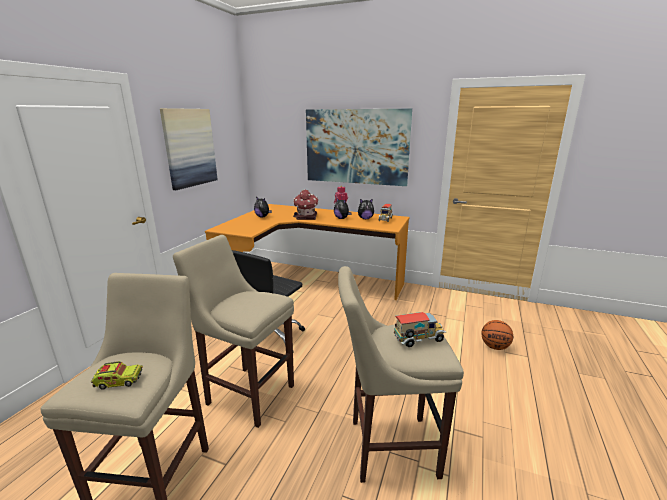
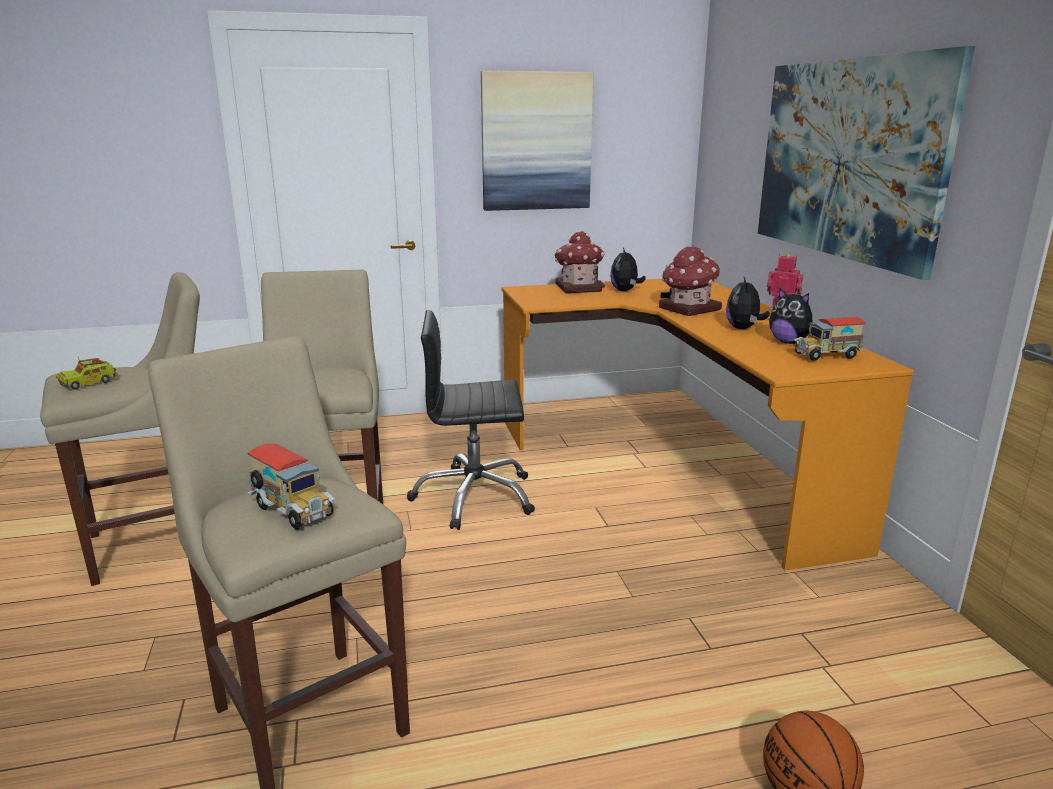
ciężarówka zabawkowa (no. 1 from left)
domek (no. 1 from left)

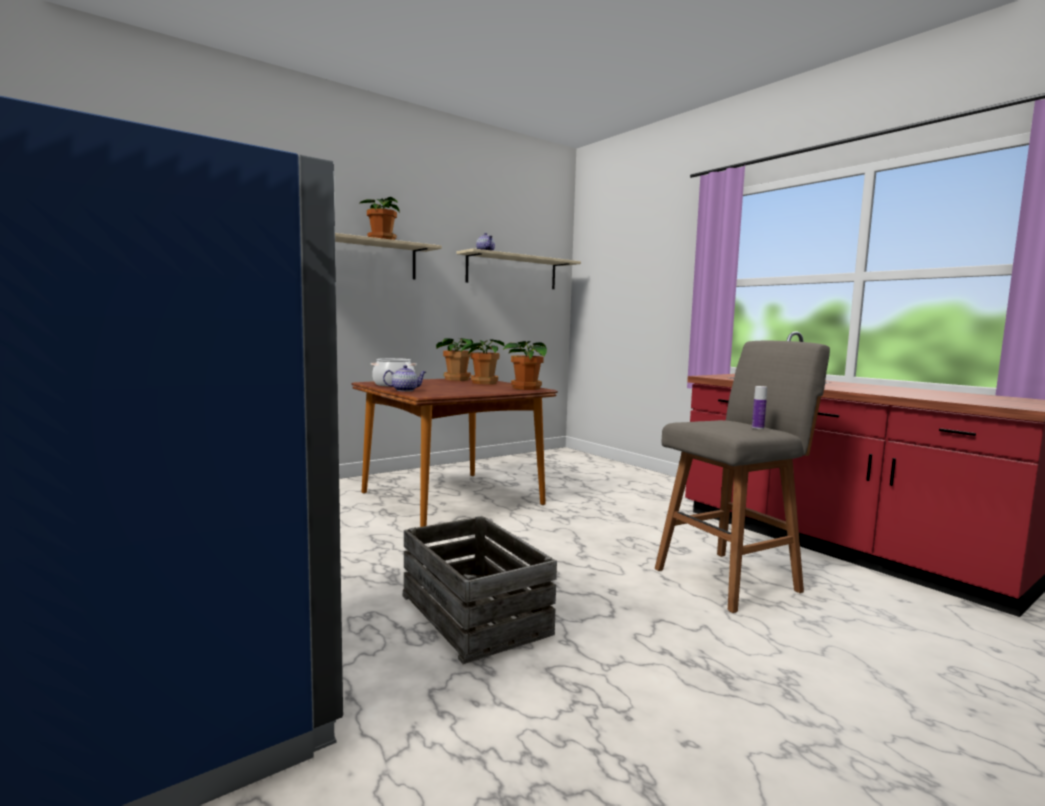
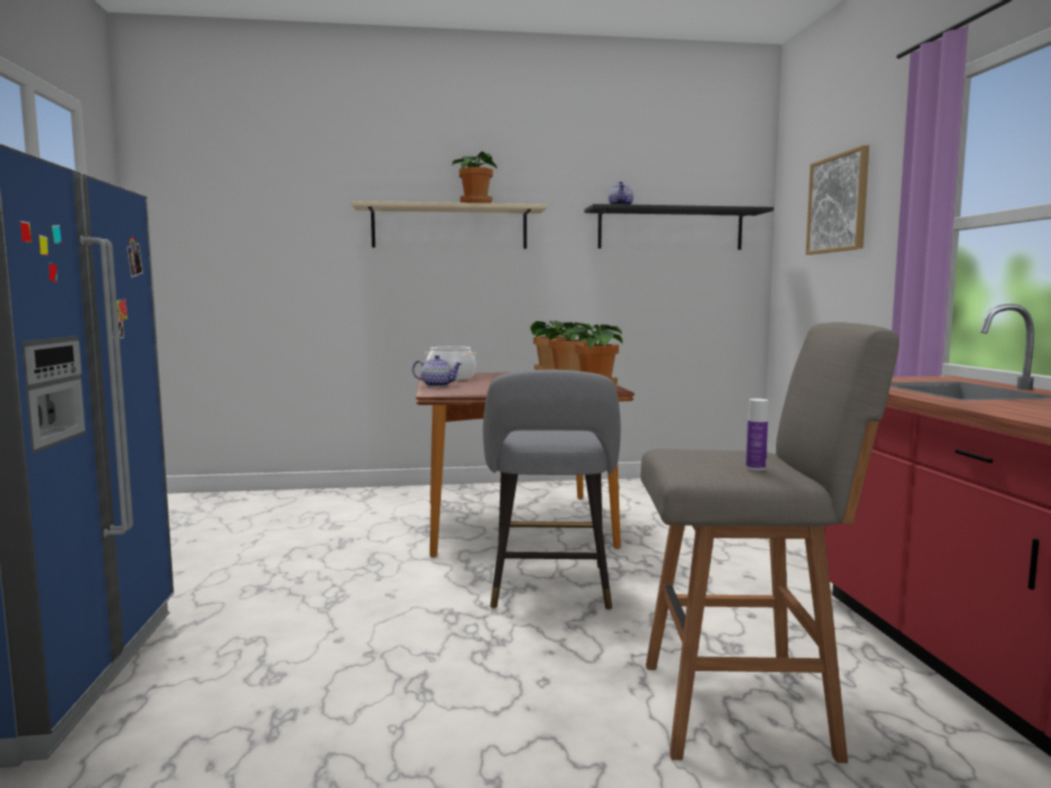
stołek (szary) (no. 1 from left)
półka (czarny)
obraz
skrzynka

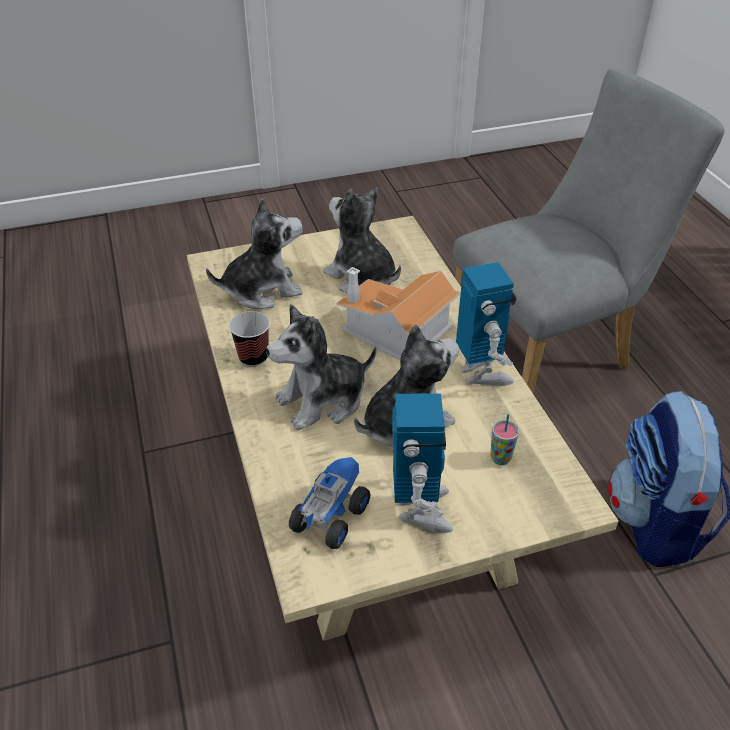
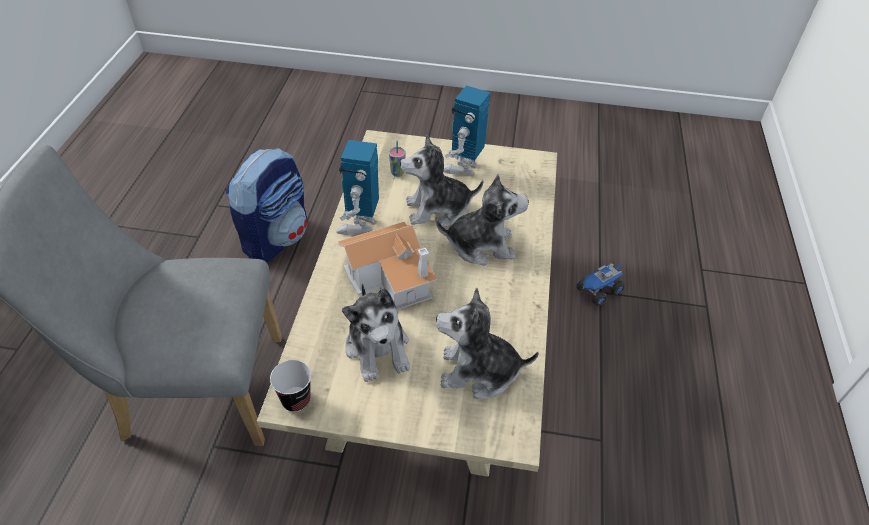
filiżanka (no. 1 from left)
ciężarówka zabawkowa

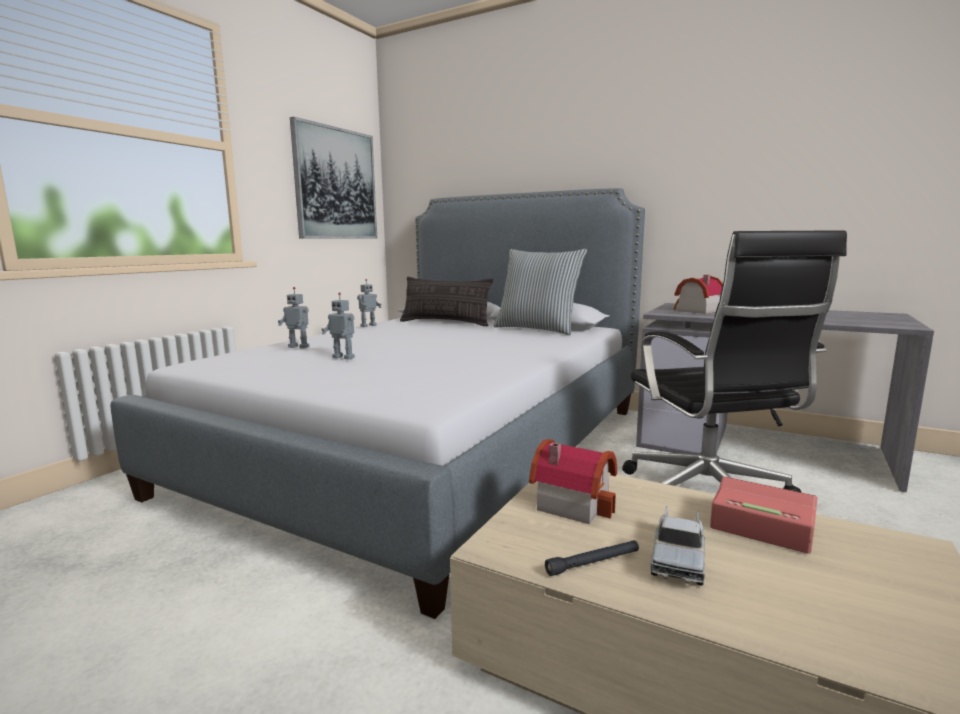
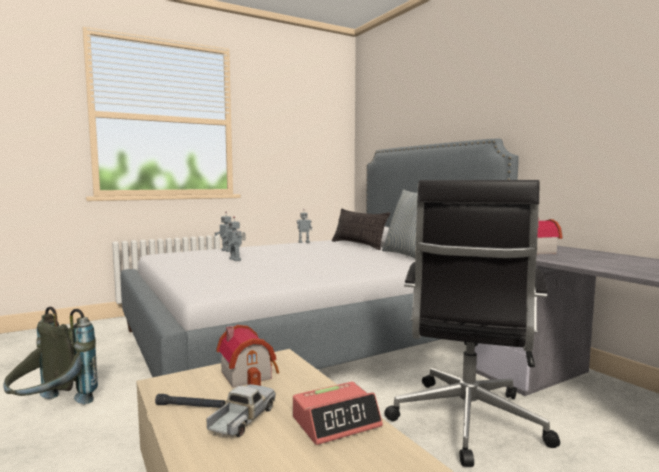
plecak (szary)
ciężarówka zabawkowa
budzik
obraz

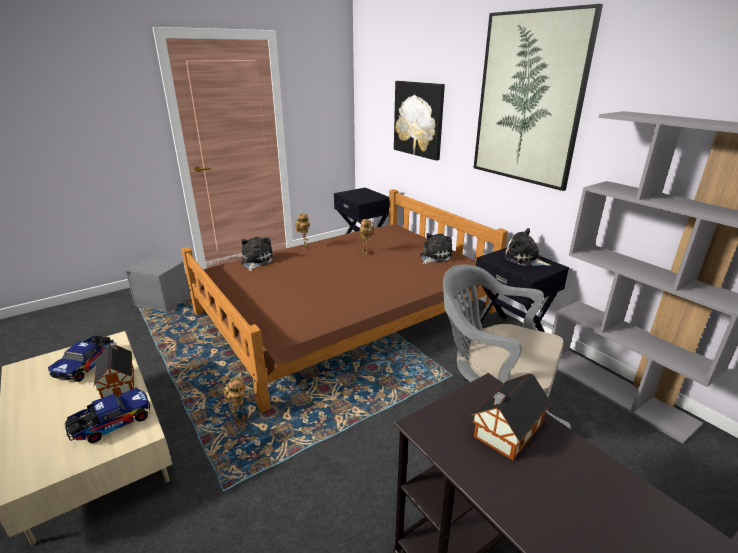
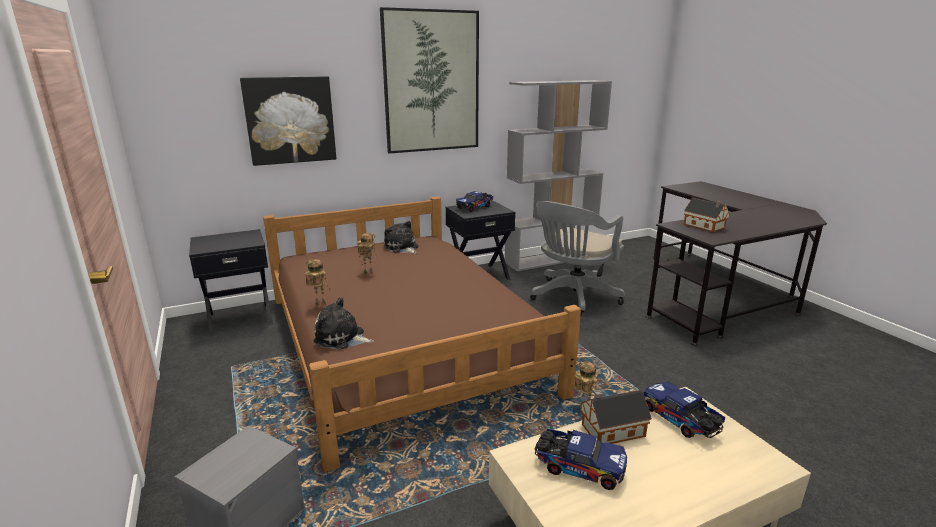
ciężarówka zabawkowa (no. 1 from left)

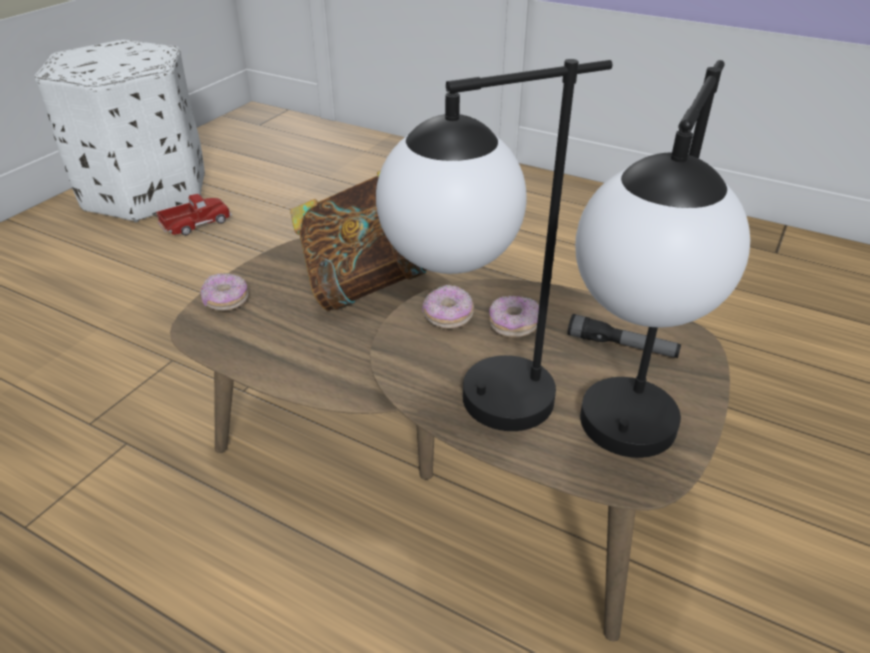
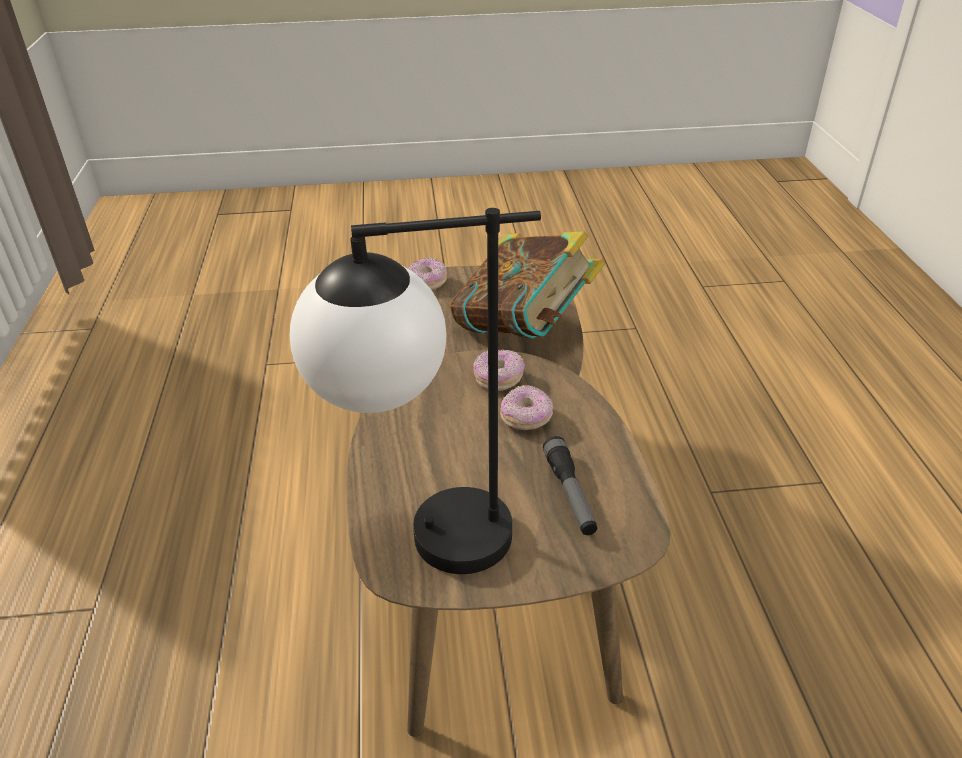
pufa (biały)
ciężarówka zabawkowa
lampa stołowa (no. 1 from left in the first image)

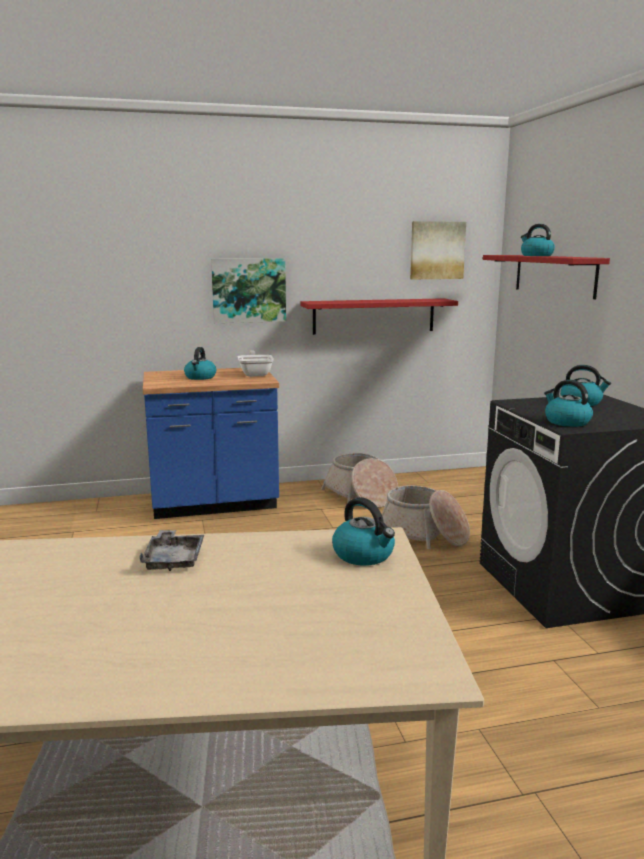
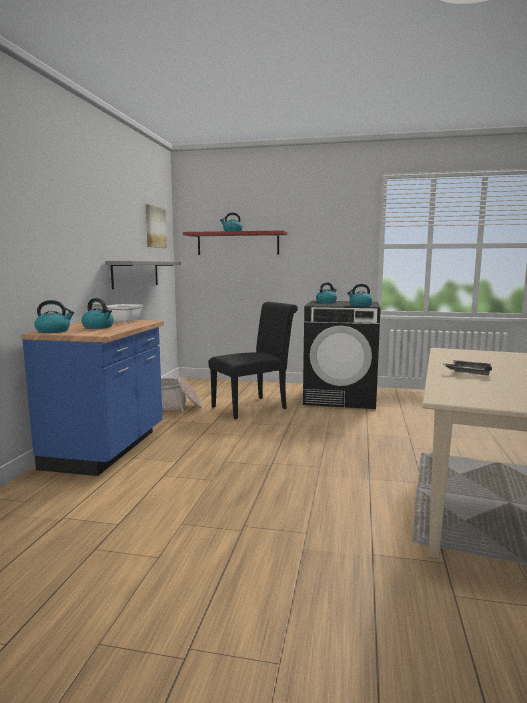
czajnik (no. 1 from left)
półka (szary)
krzesło (czarny)
obraz (no. 1 from left in the first image)

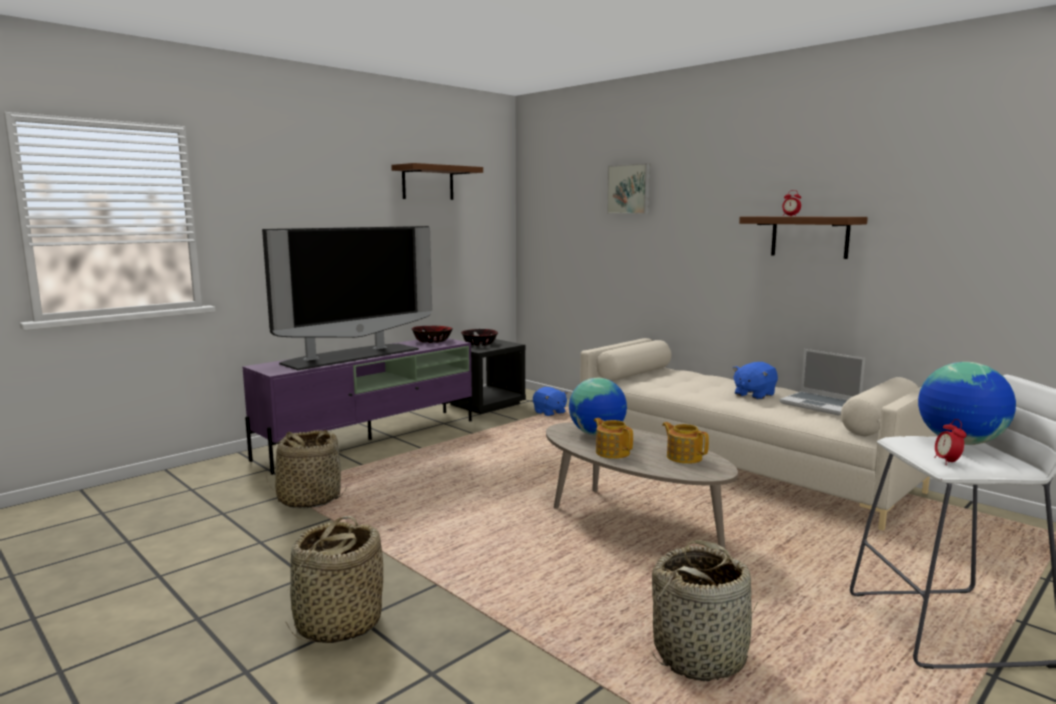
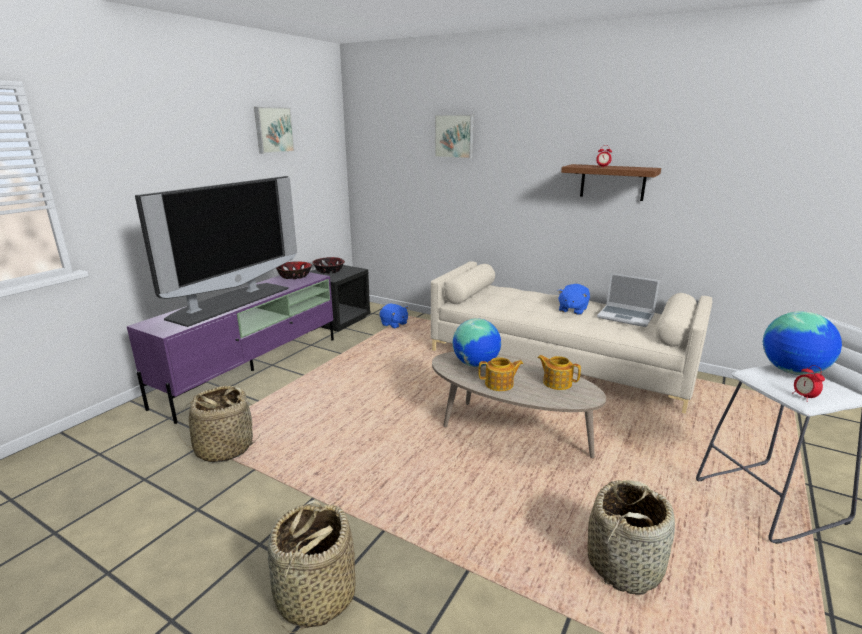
obraz (no. 1 from left)
imbryk (no. 1 from left)

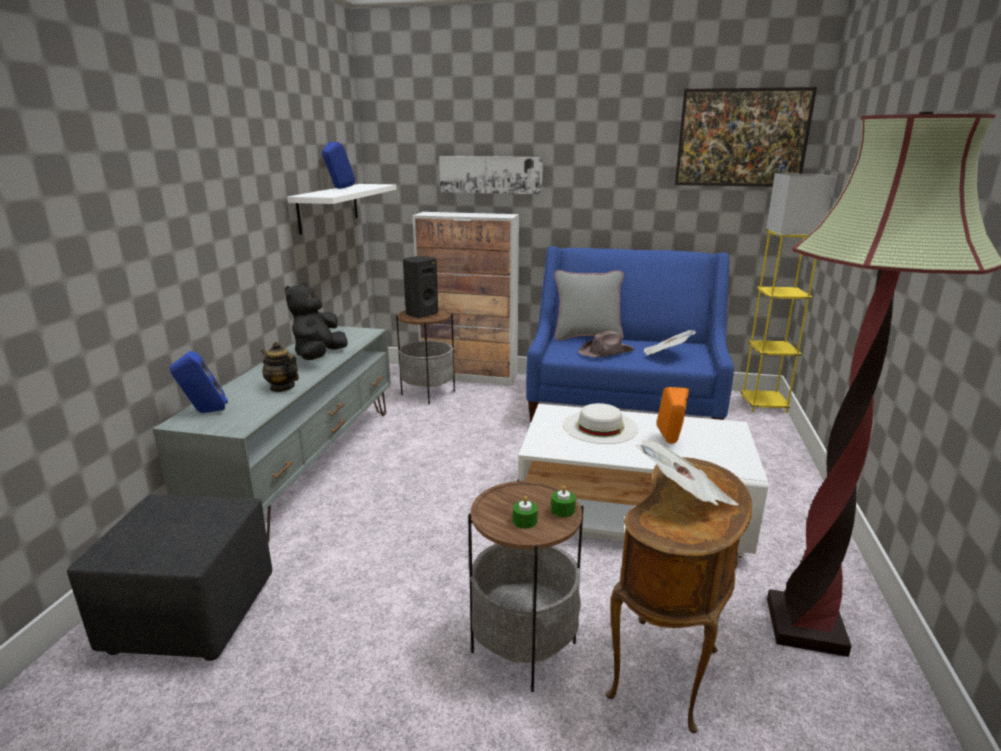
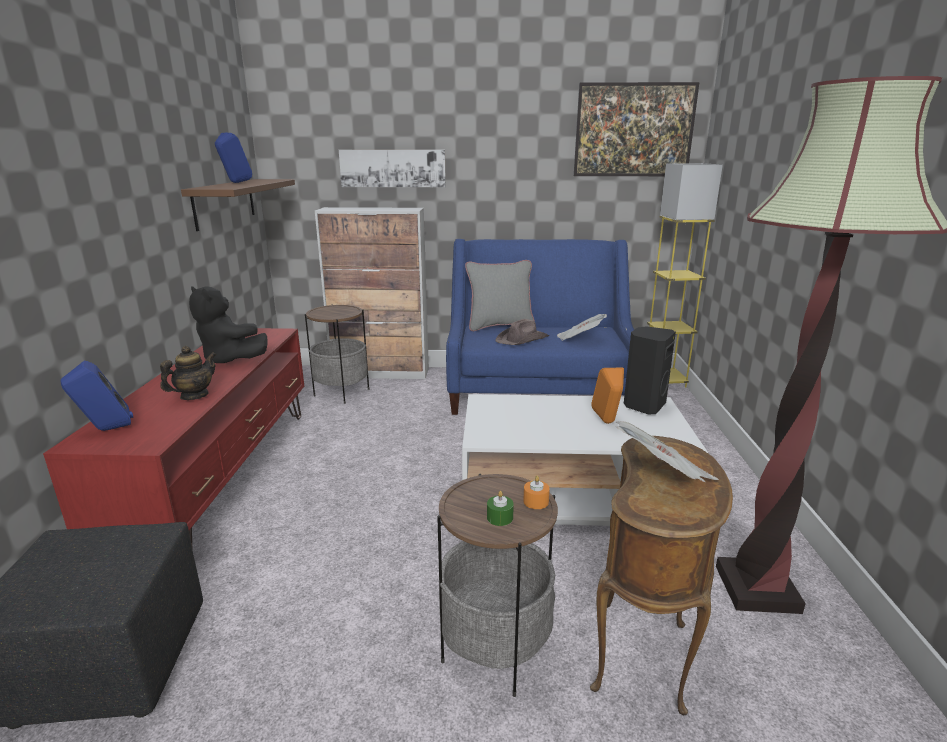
szafka pod telewizor (czerwony)
imbryk
półka (brązowy)
pluszak (czarny)
świeca (pomarańczowy)
głośnik (czarny)
kapelusz (biały)

